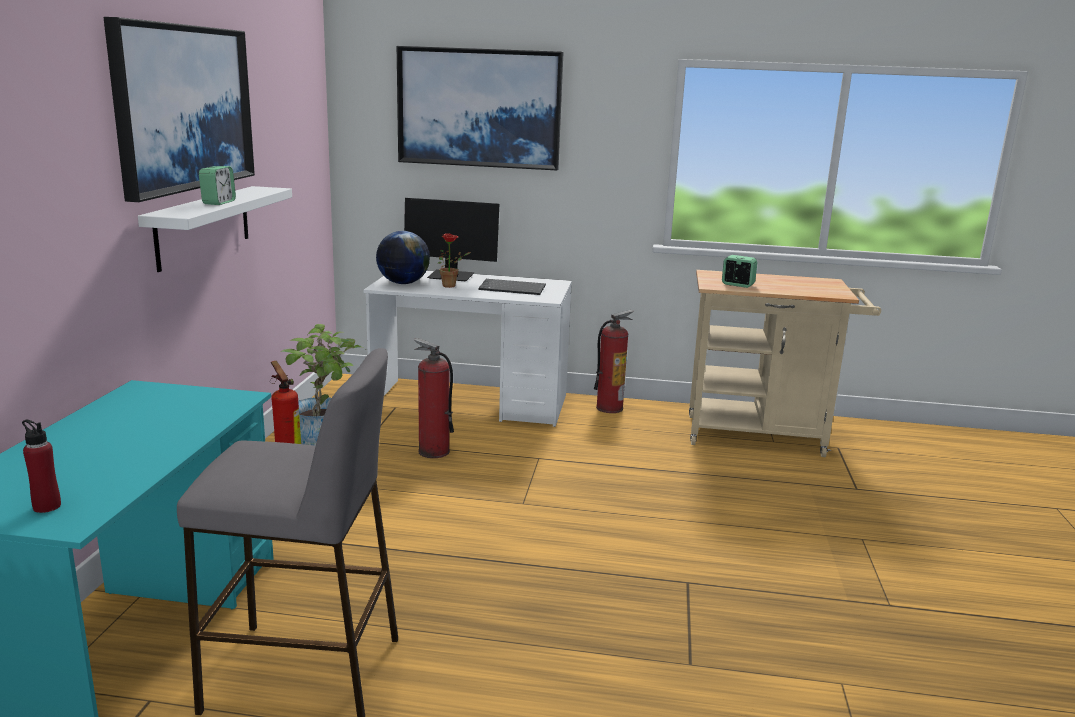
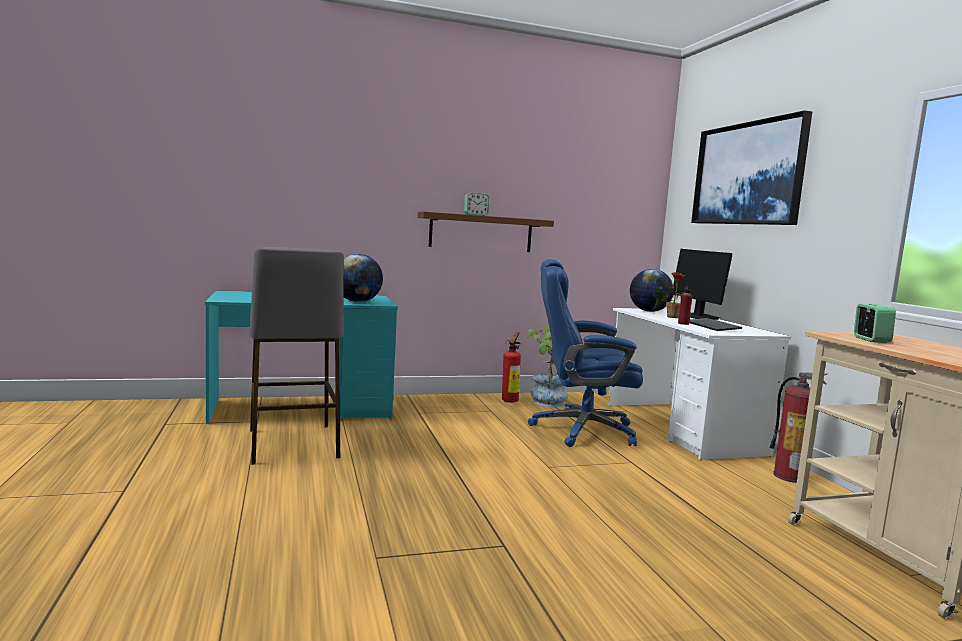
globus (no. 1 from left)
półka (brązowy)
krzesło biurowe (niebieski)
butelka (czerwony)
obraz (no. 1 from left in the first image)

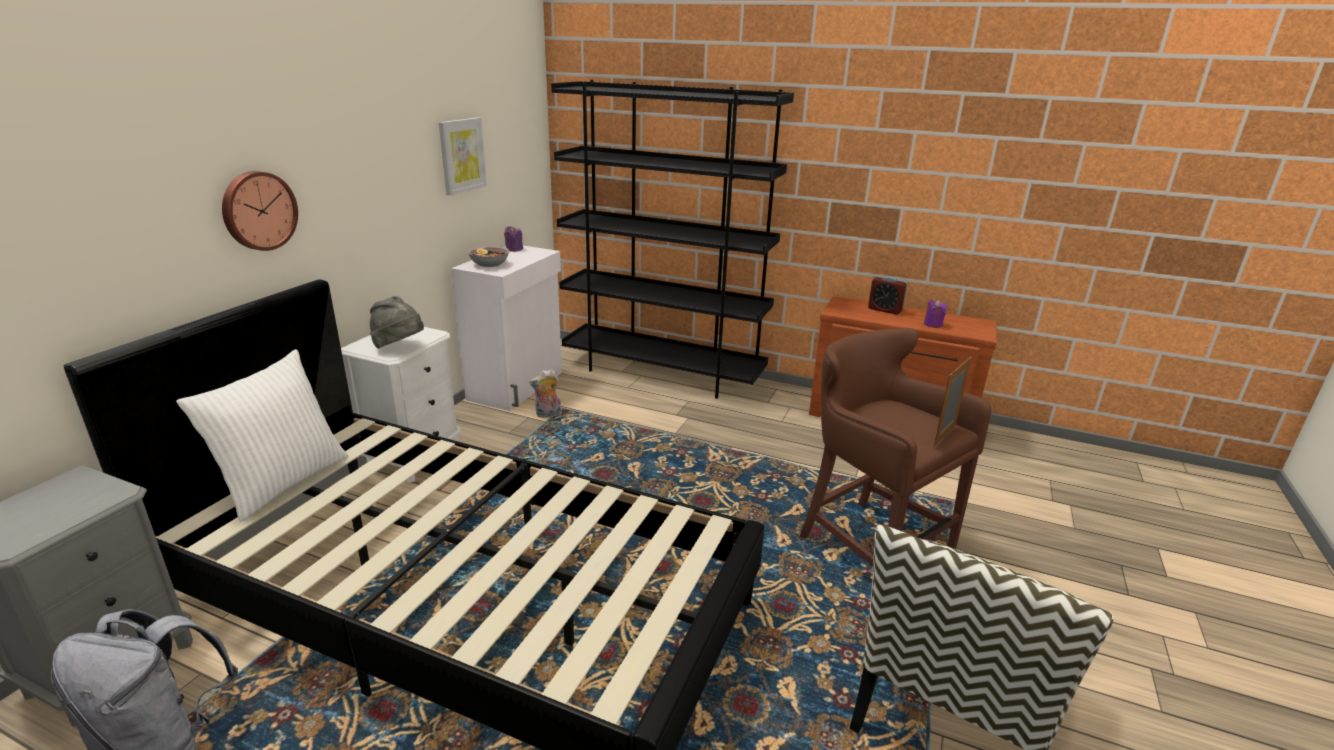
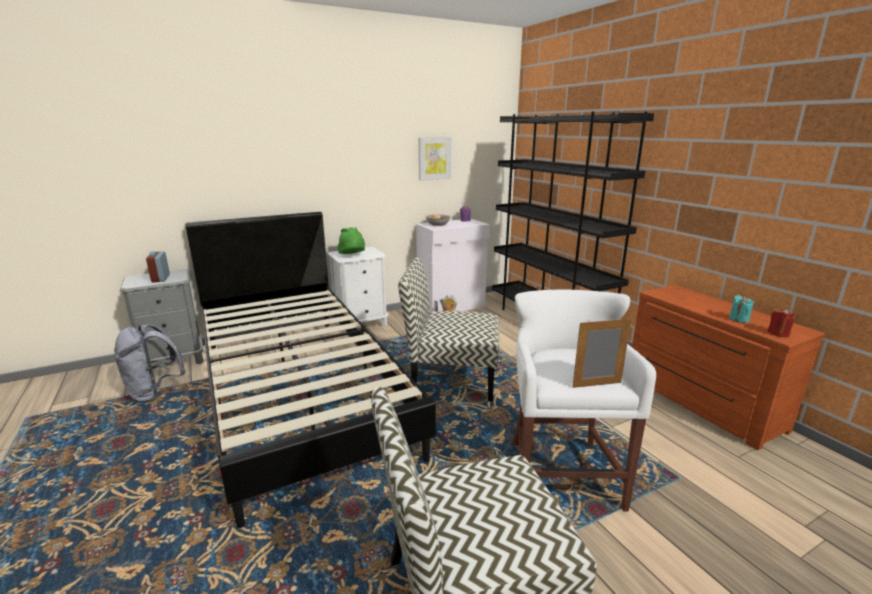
budzik
kapelusz (zielony)
krzesło (no. 1 from left)
stołek (biały)
świeca (turkusowy)
świeca (czerwony)
poduszka (biały)
zegar ścienny

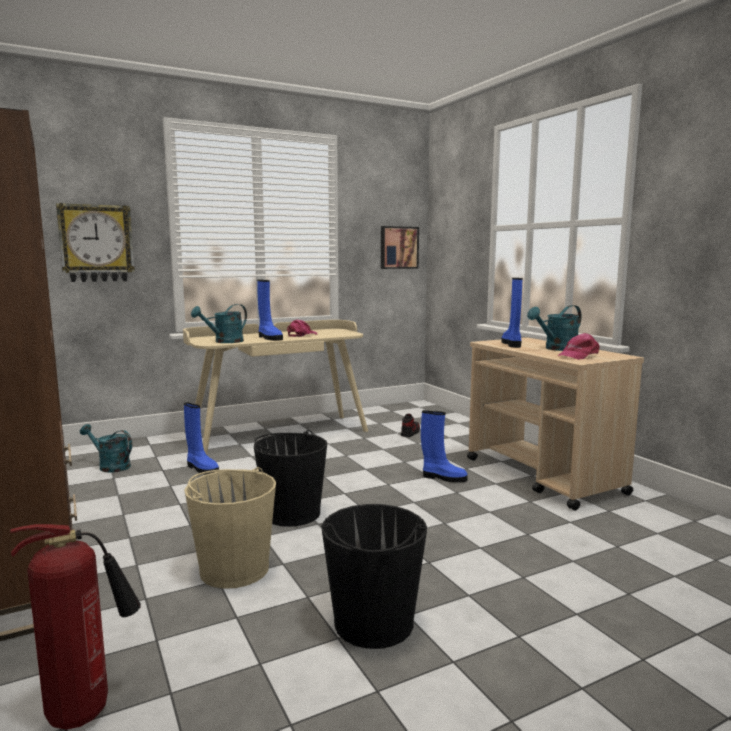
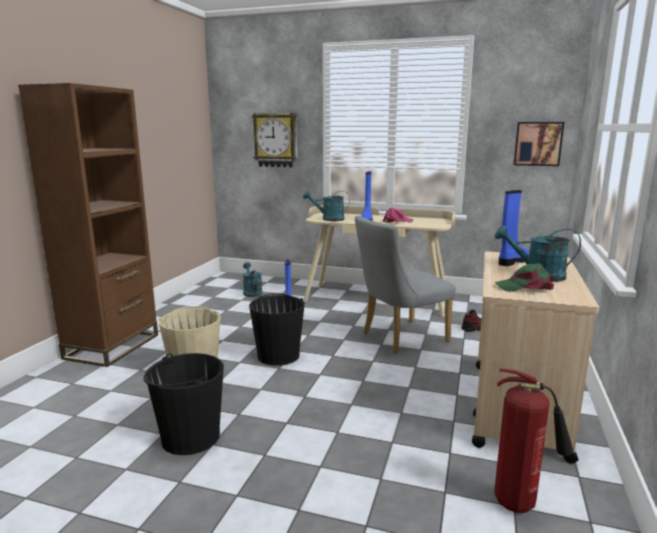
krzesło (szary)
gaśnica
czapka z daszkiem (zielony)
but z cholewką (niebieski) (no. 3 from left in the first image)

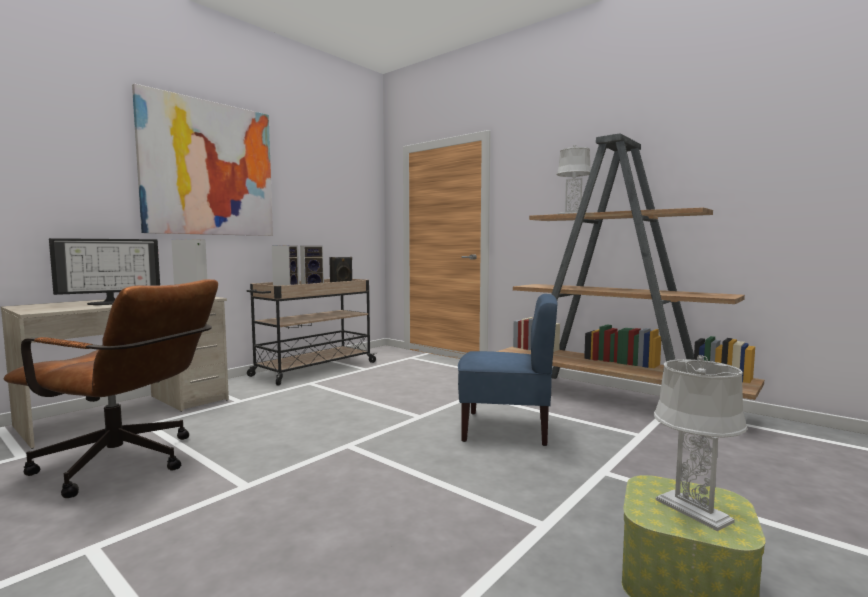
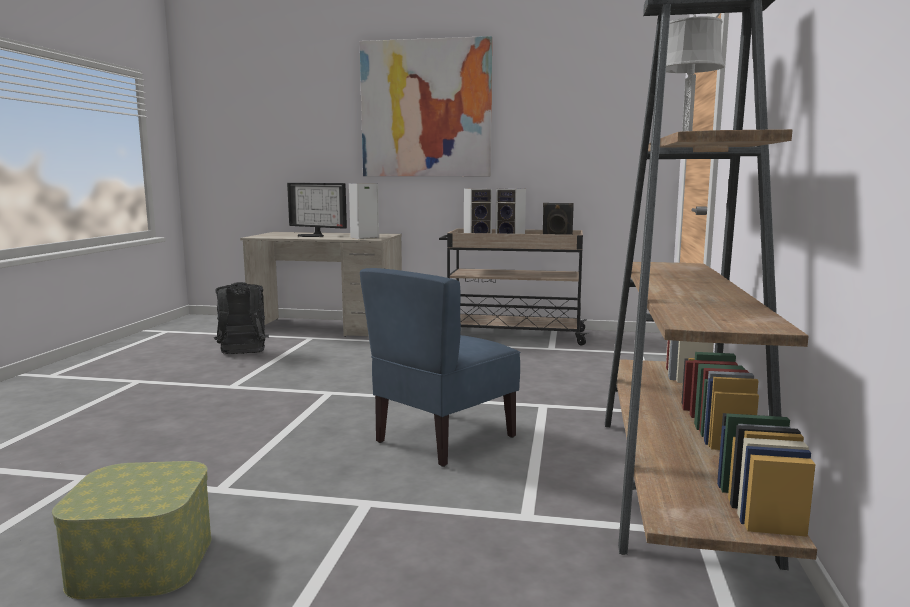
plecak (czarny)
krzesło (niebieski)
lampa stołowa (szary) (no. 2 from left in the first image)

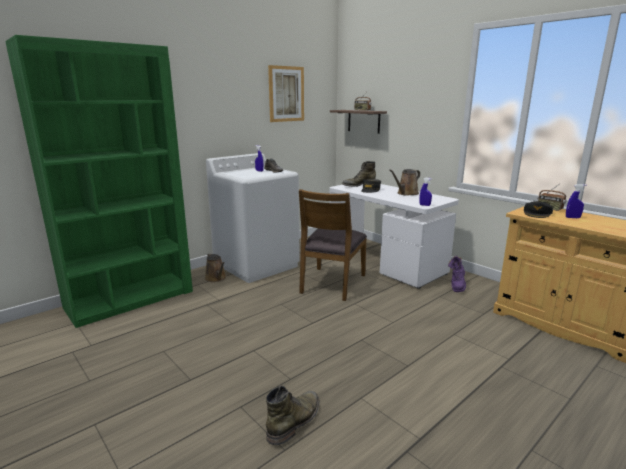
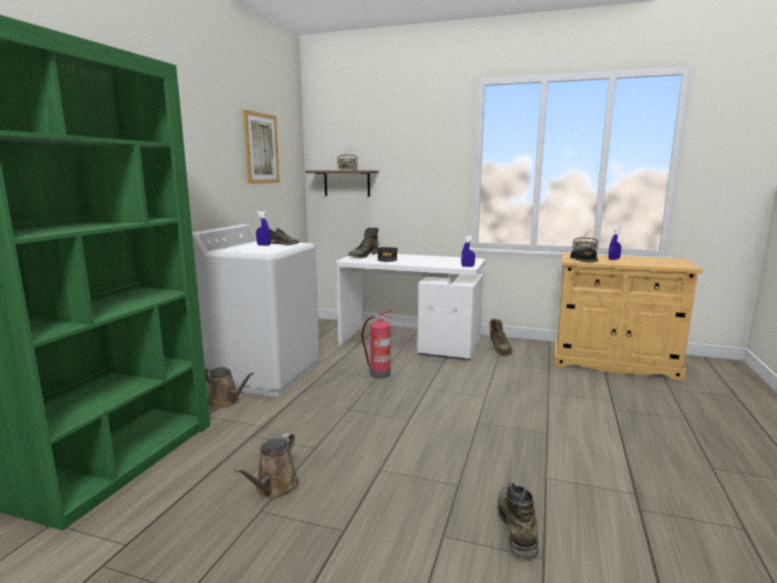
konewka (brązowy) (no. 2 from left)
gaśnica
but z cholewką (brązowy)

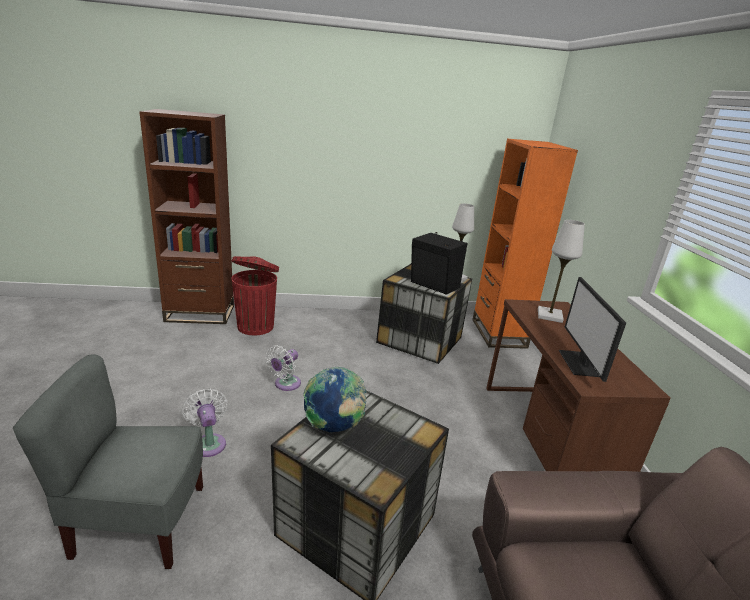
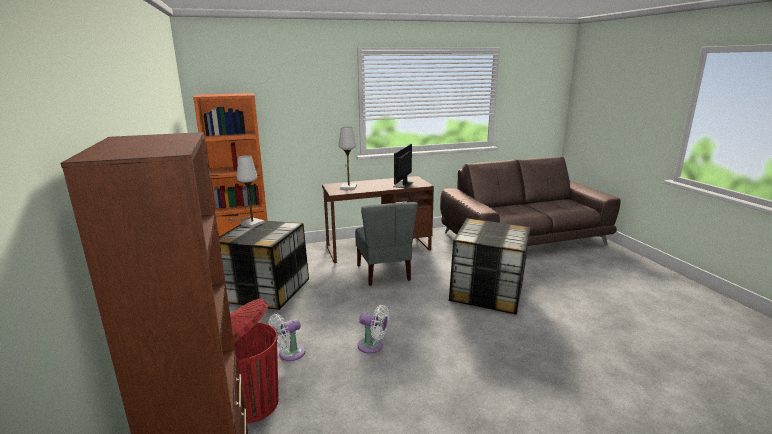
wentylator (biały) (no. 1 from left)
krzesło (szary)
monitor
globus
głośnik (czarny)

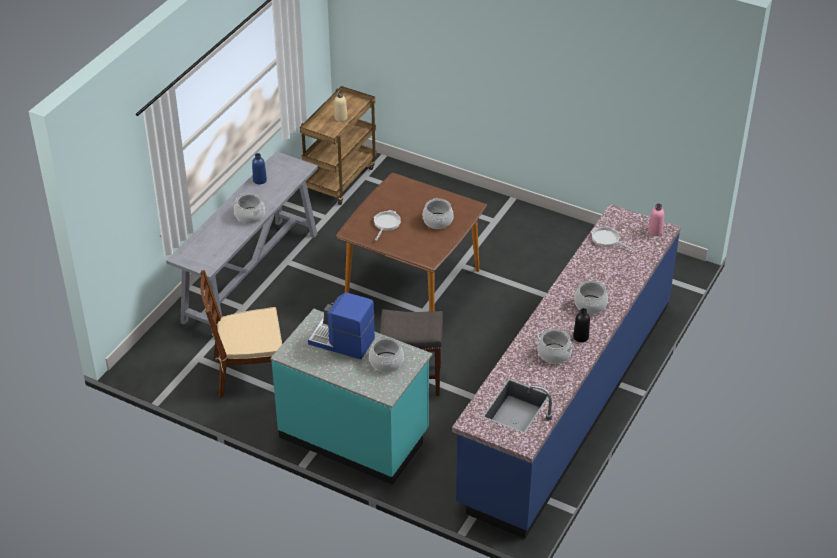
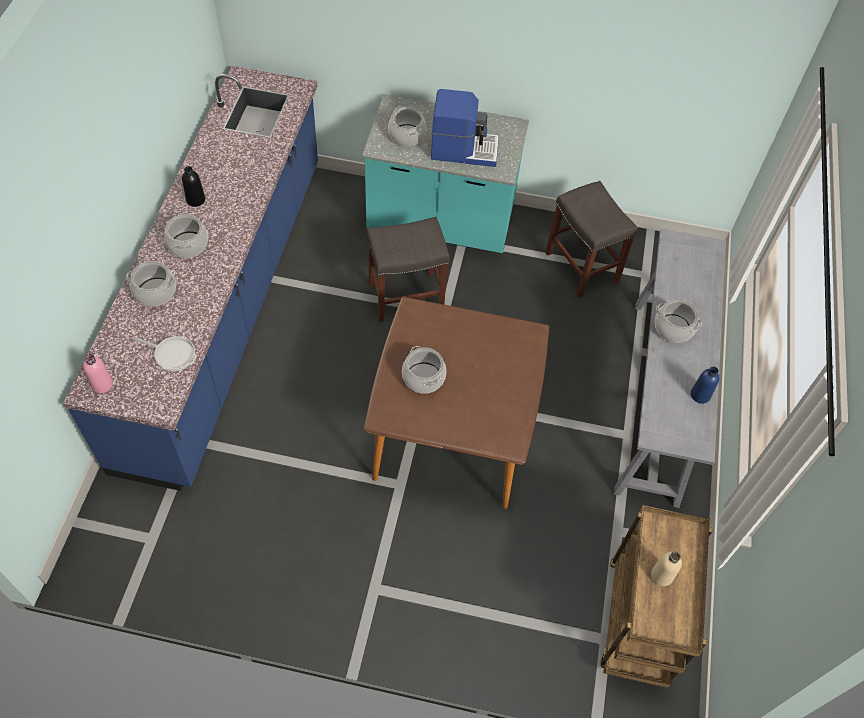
garnek (no. 1 from left)
stołek (szary) (no. 2 from left)
patelnia (no. 1 from left in the first image)

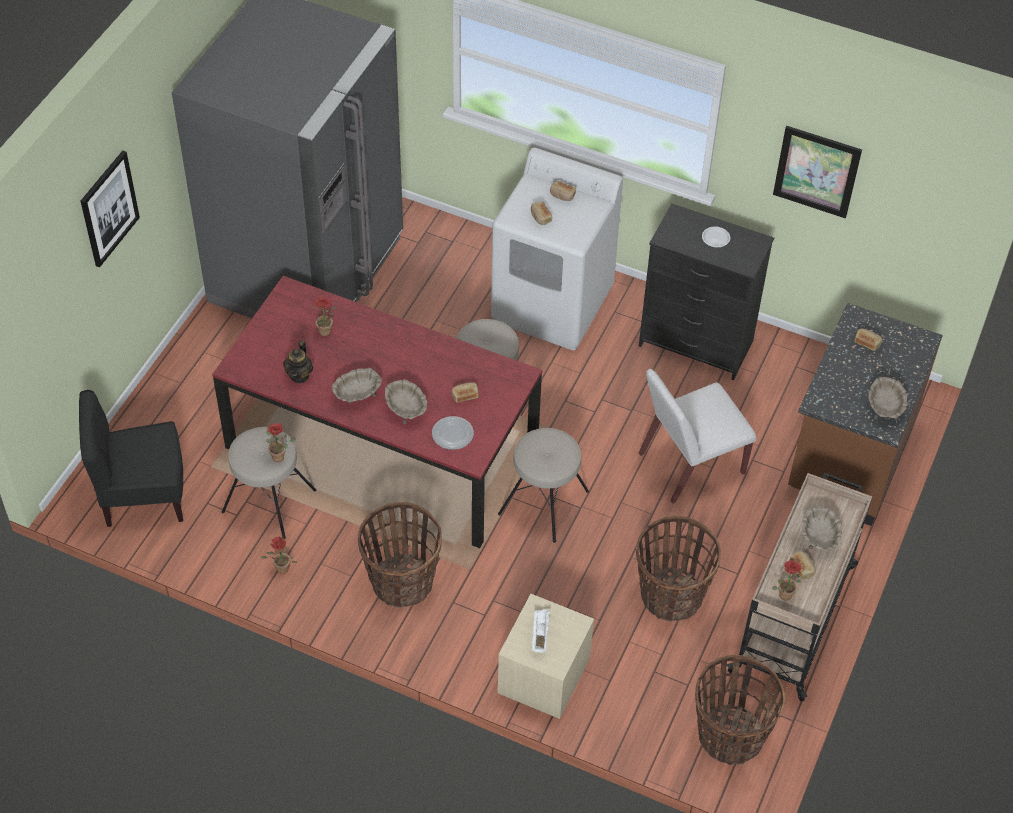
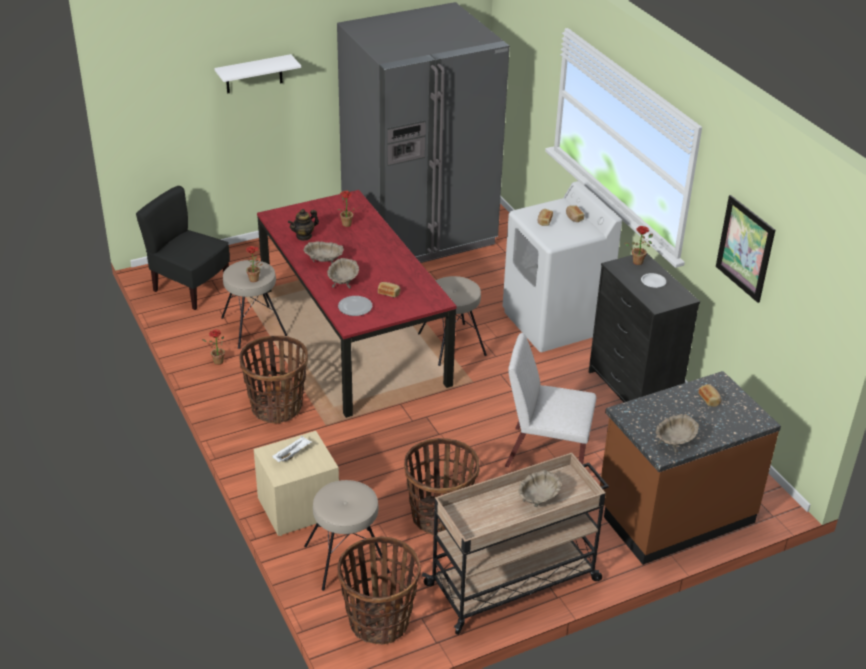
półka (biały)
stołek (beżowy) (no. 2 from left)
roślina doniczkowa (no. 4 from left)
chleb (no. 4 from left in the first image)

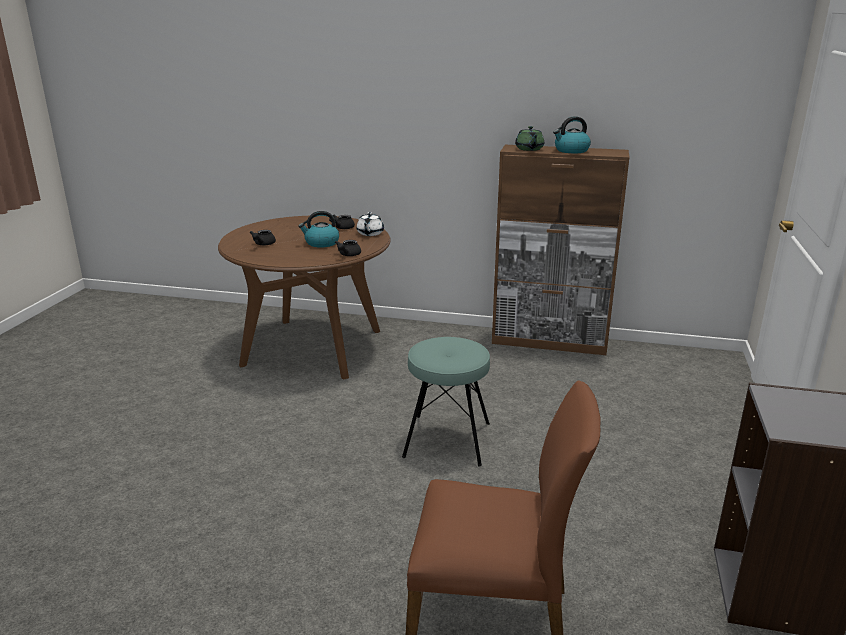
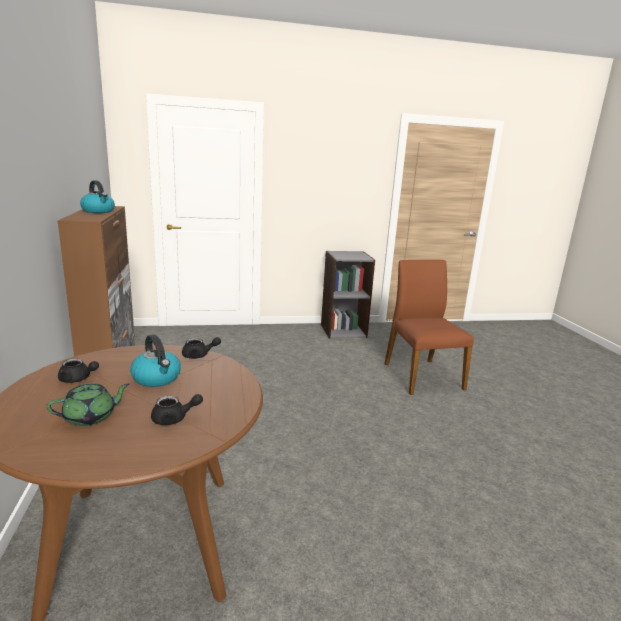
imbryk (zielony)
imbryk (biały)
stołek (turkusowy)

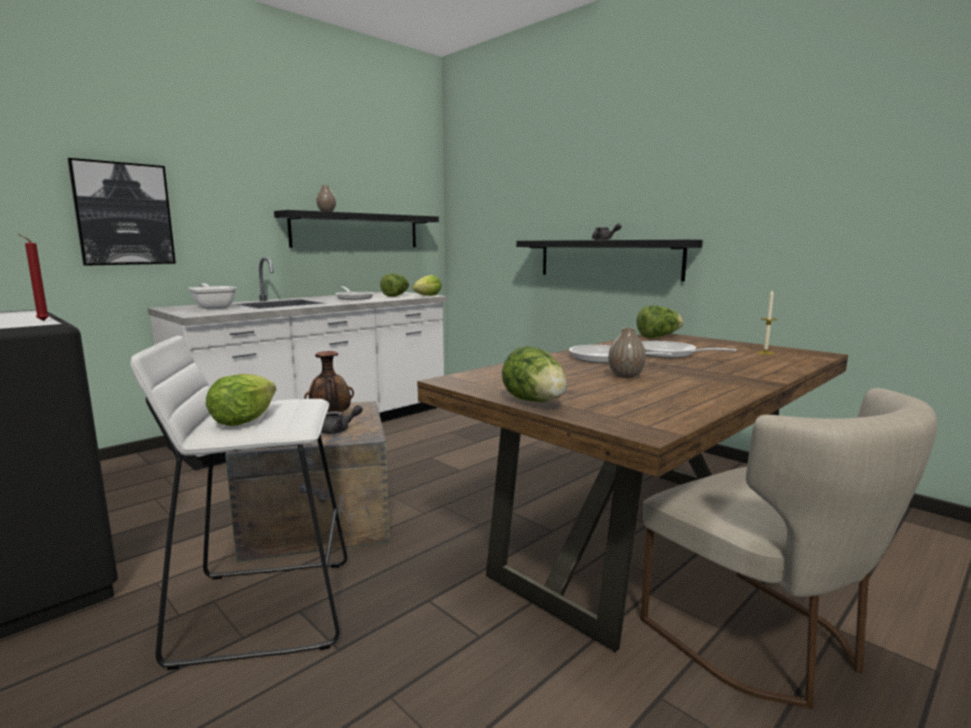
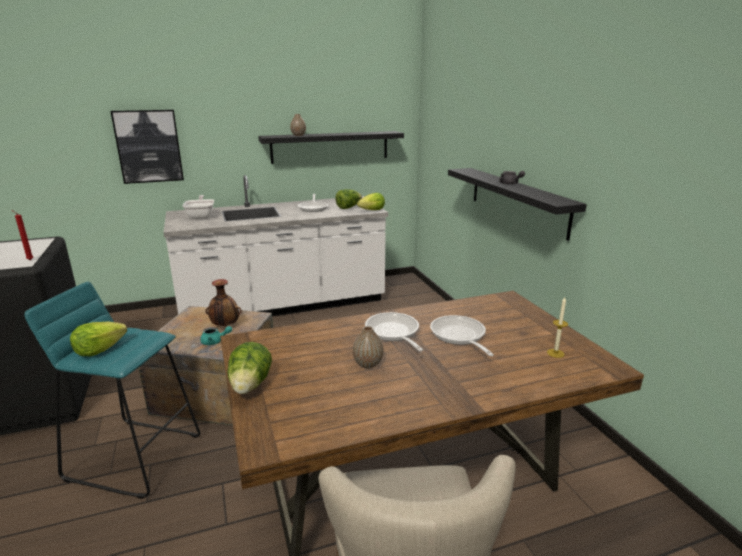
stołek (turkusowy)
imbryk (turkusowy)
sałata (no. 5 from left in the first image)

